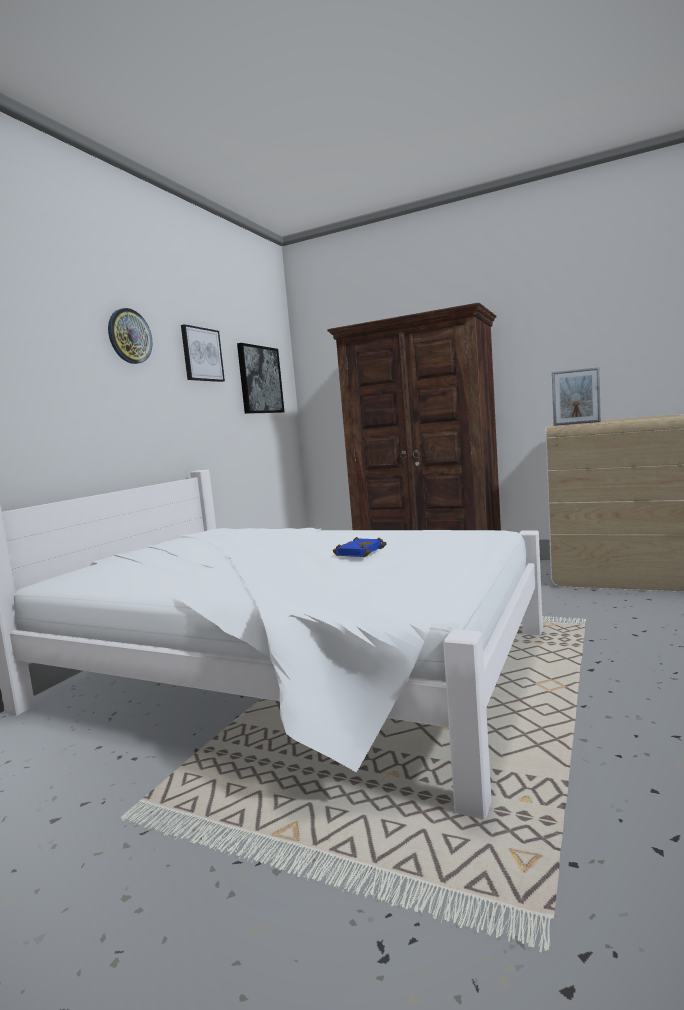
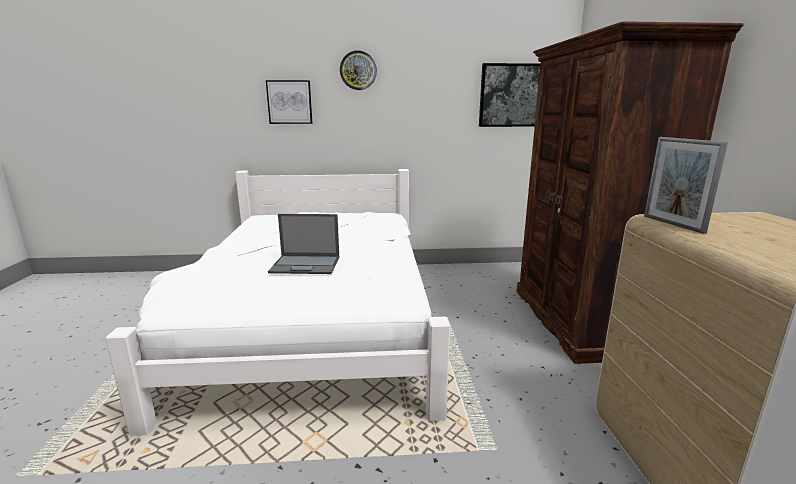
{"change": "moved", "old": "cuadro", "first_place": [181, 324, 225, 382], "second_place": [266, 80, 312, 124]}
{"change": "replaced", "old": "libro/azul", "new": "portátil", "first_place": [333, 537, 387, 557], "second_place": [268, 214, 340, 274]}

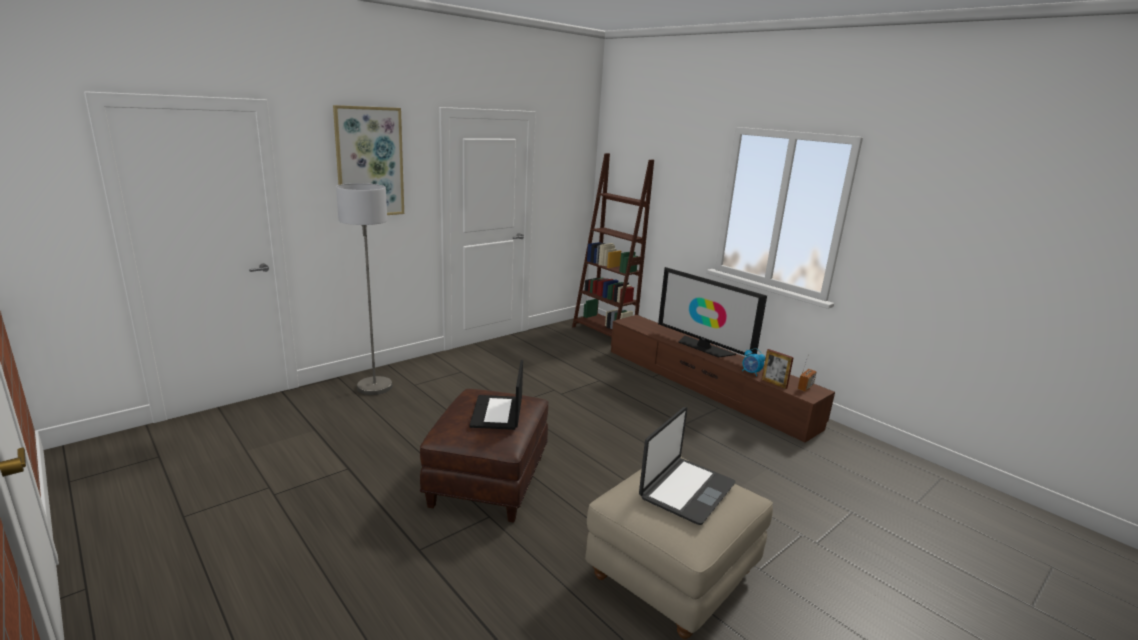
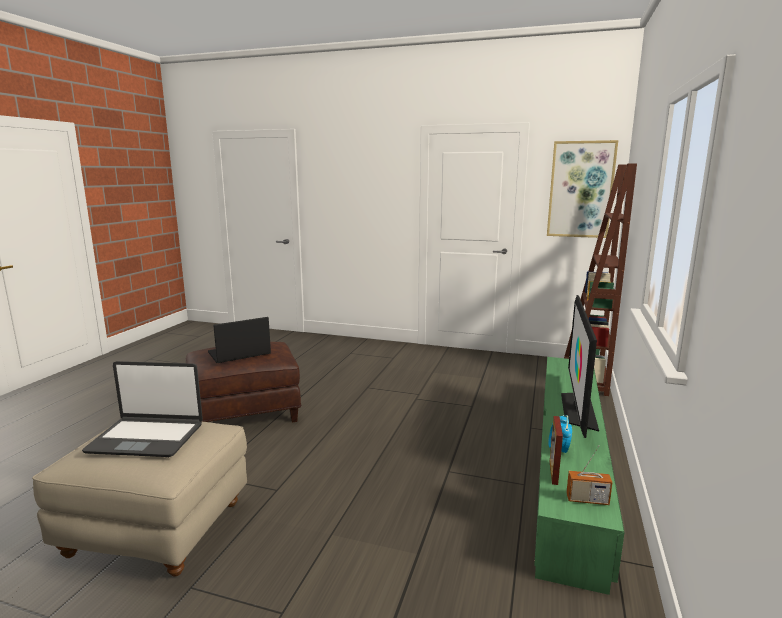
{"change": "recoloured", "old": "mueble de televisión/marrón", "new": "mueble de televisión/verde", "first_place": [611, 315, 835, 443], "second_place": [534, 357, 625, 595]}
{"change": "moved", "old": "cuadro", "first_place": [333, 105, 404, 215], "second_place": [547, 140, 618, 238]}
{"change": "removed", "old": "lámpara de pie/gris", "first_place": [336, 183, 392, 395]}

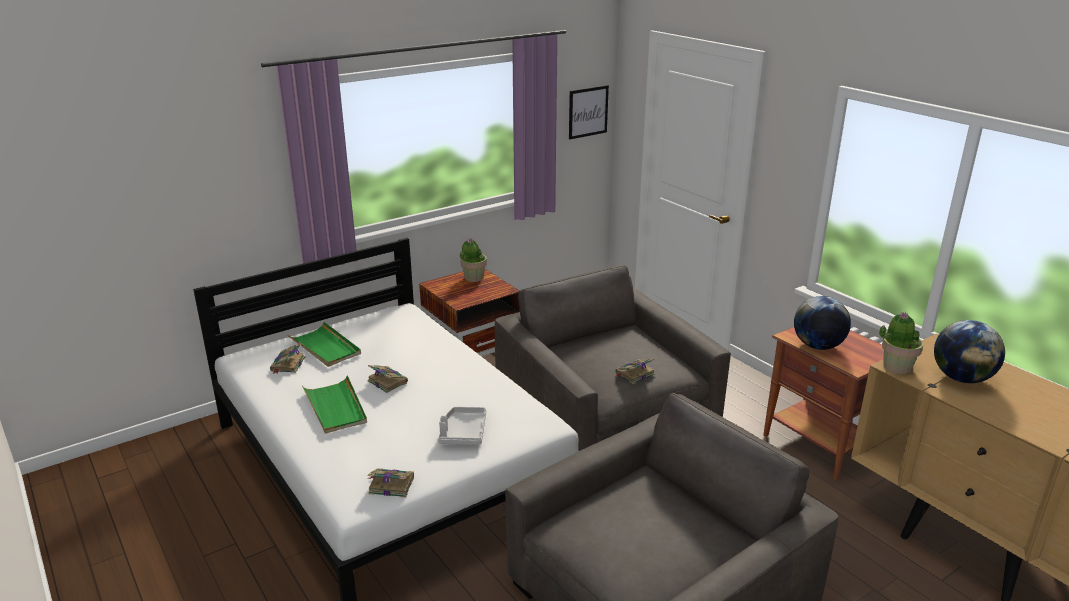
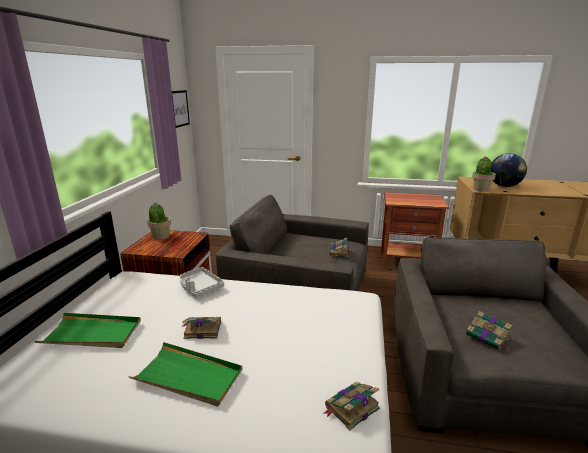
{"change": "moved", "old": "bandeja/gris", "first_place": [438, 407, 486, 445], "second_place": [180, 267, 224, 297]}
{"change": "moved", "old": "libro", "first_place": [270, 343, 306, 374], "second_place": [466, 311, 512, 350]}
{"change": "removed", "old": "globo terráqueo", "first_place": [794, 296, 851, 350]}

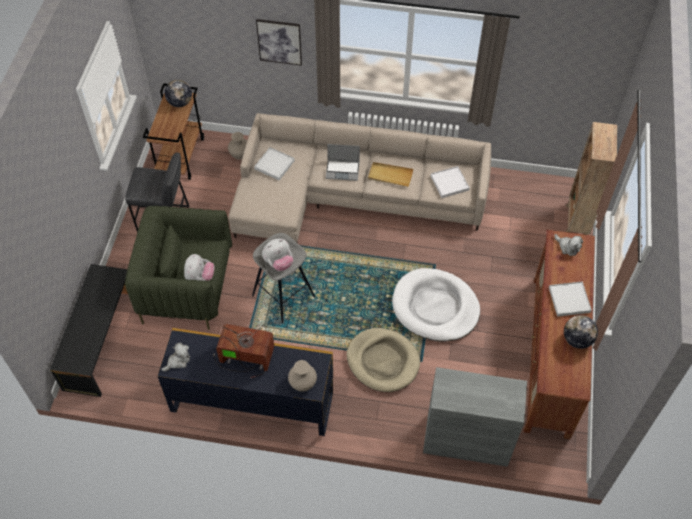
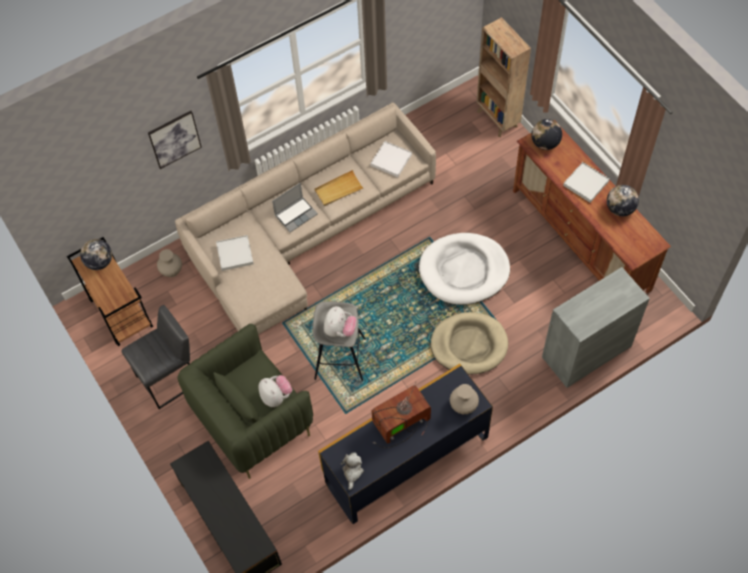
{"change": "replaced", "old": "peluche", "new": "globo terráqueo", "first_place": [554, 234, 583, 256], "second_place": [531, 119, 562, 150]}

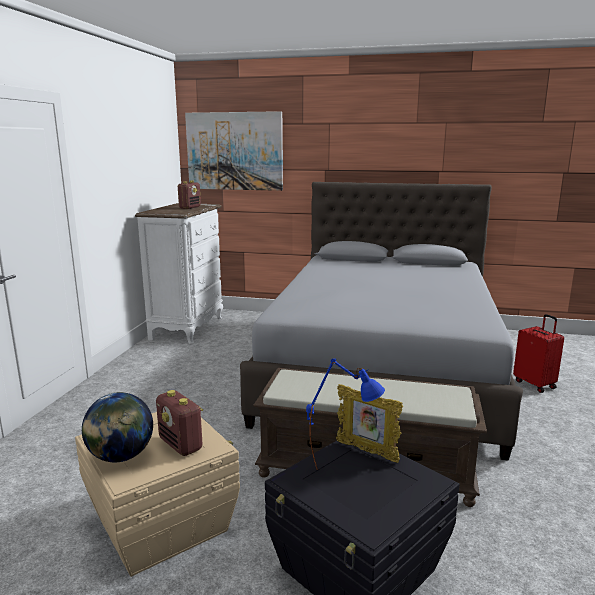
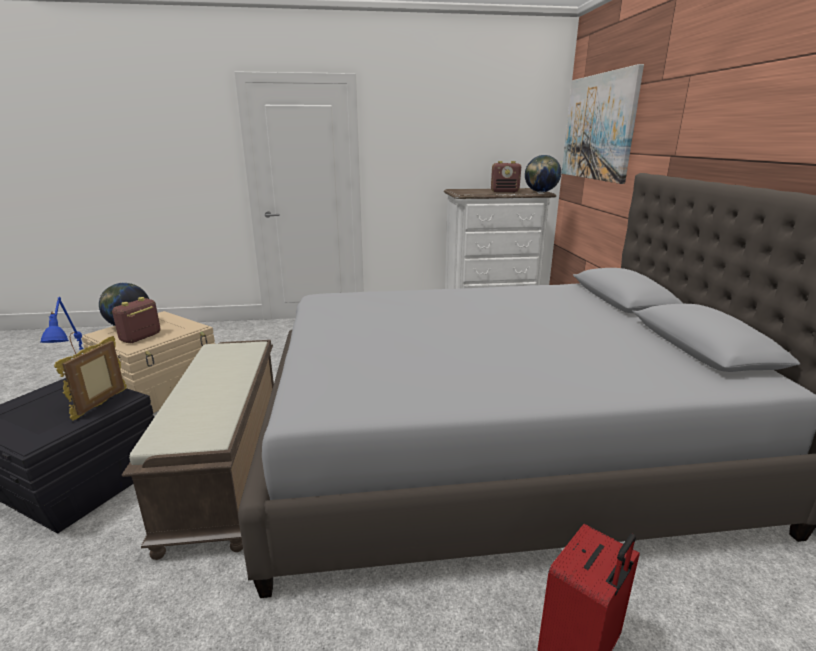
{"change": "added", "new": "globo terráqueo", "second_place": [525, 155, 561, 193]}

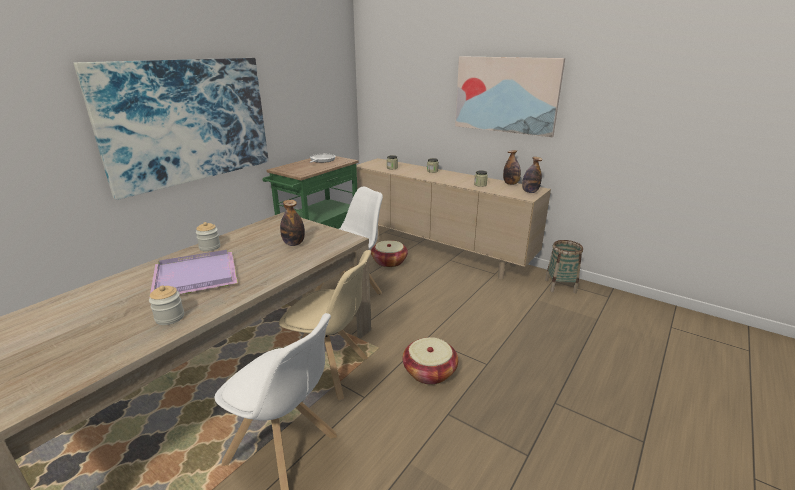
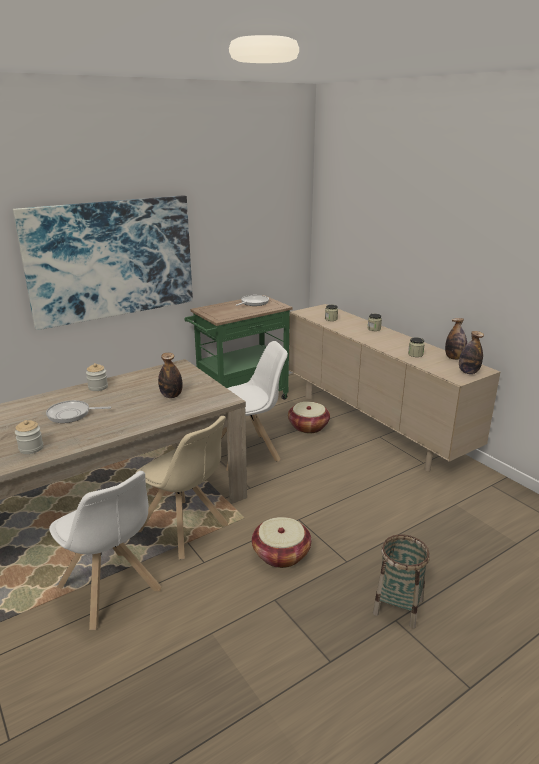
{"change": "replaced", "old": "bandeja/morado", "new": "sartén", "first_place": [150, 250, 238, 294], "second_place": [46, 400, 111, 423]}
{"change": "moved", "old": "cesta", "first_place": [545, 240, 583, 293], "second_place": [373, 534, 430, 628]}
{"change": "removed", "old": "cuadro", "first_place": [455, 56, 565, 137]}

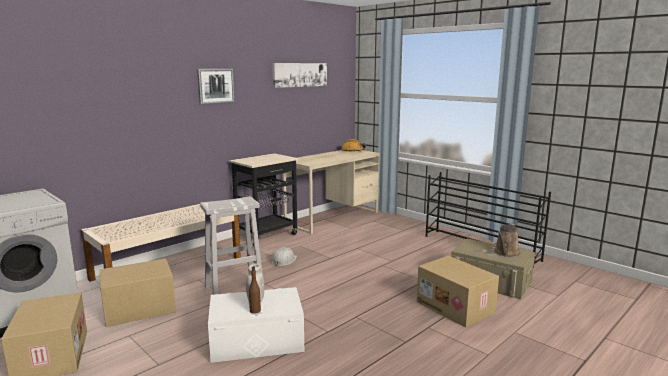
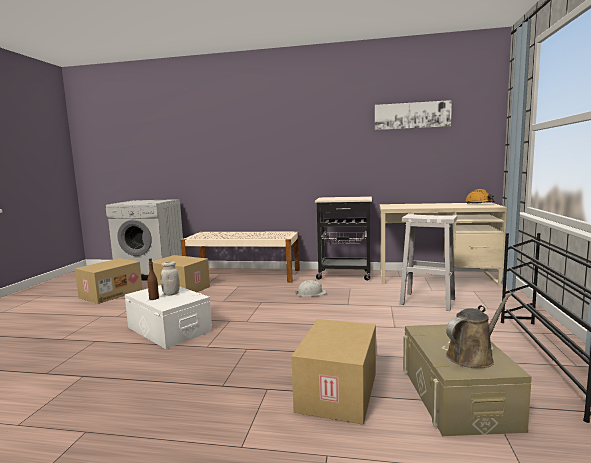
{"change": "moved", "old": "taburete/blanco", "first_place": [200, 196, 263, 295], "second_place": [400, 214, 457, 311]}
{"change": "turned", "old": "regadera/marrón", "first_place": [494, 223, 520, 257], "second_place": [446, 293, 512, 368], "degrees": 150}
{"change": "removed", "old": "cuadro", "first_place": [197, 69, 235, 105]}

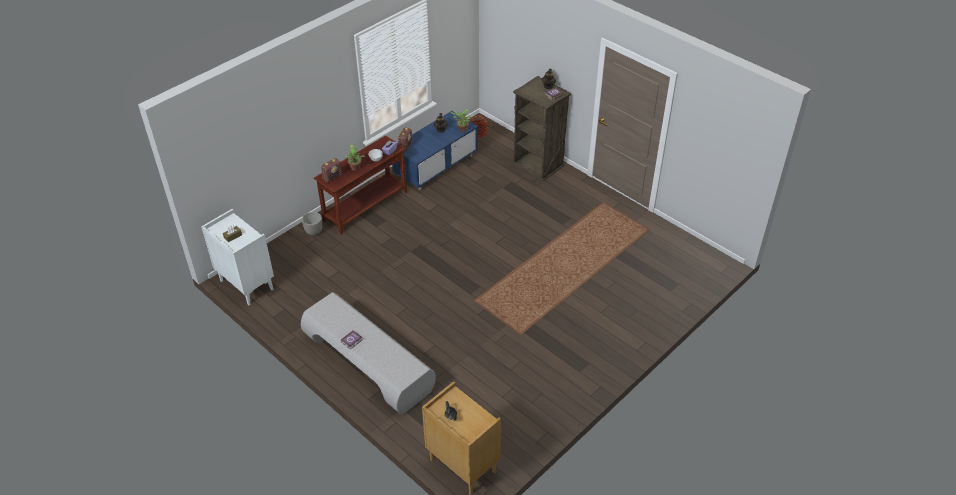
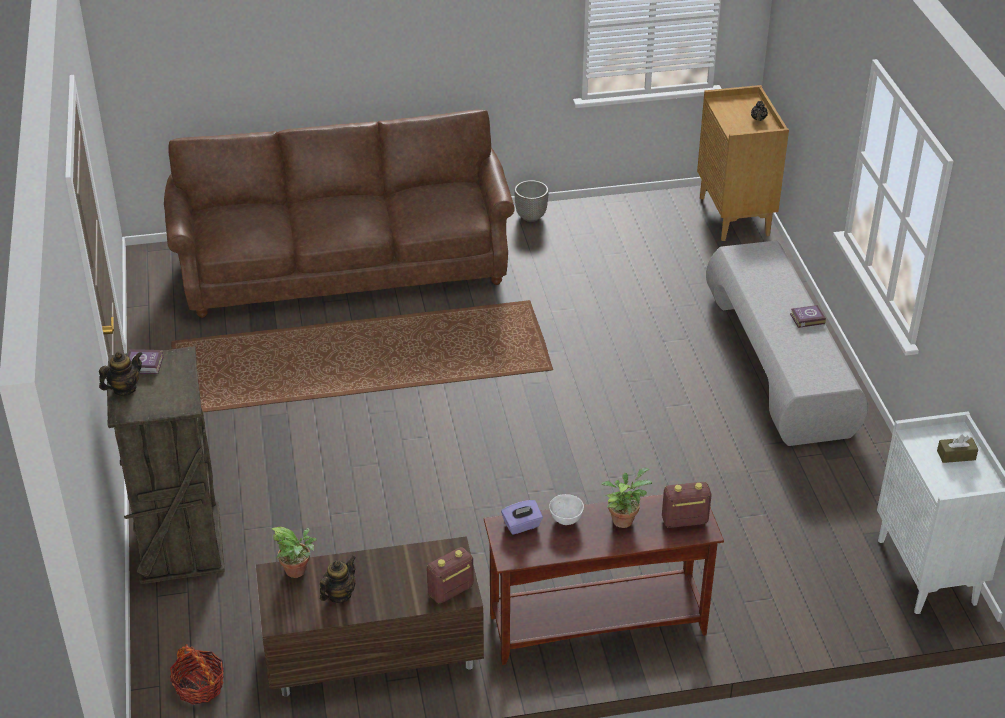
{"change": "added", "new": "sofá/marrón", "second_place": [164, 109, 515, 318]}
{"change": "recoloured", "old": "mueble de televisión/azul", "new": "mueble de televisión/marrón", "first_place": [392, 111, 478, 190], "second_place": [256, 536, 484, 696]}
{"change": "moved", "old": "maceta", "first_place": [302, 212, 322, 236], "second_place": [514, 180, 549, 222]}

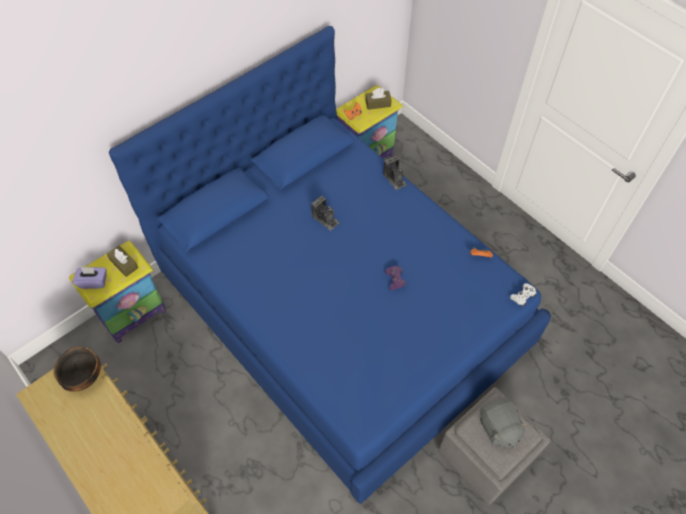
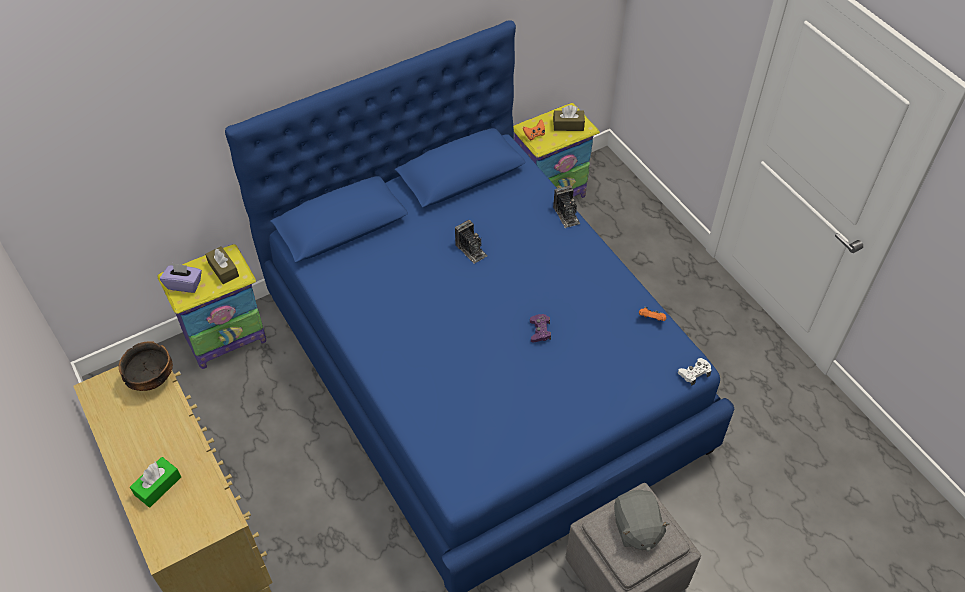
{"change": "added", "new": "caja de pañuelos/verde", "second_place": [130, 457, 181, 508]}

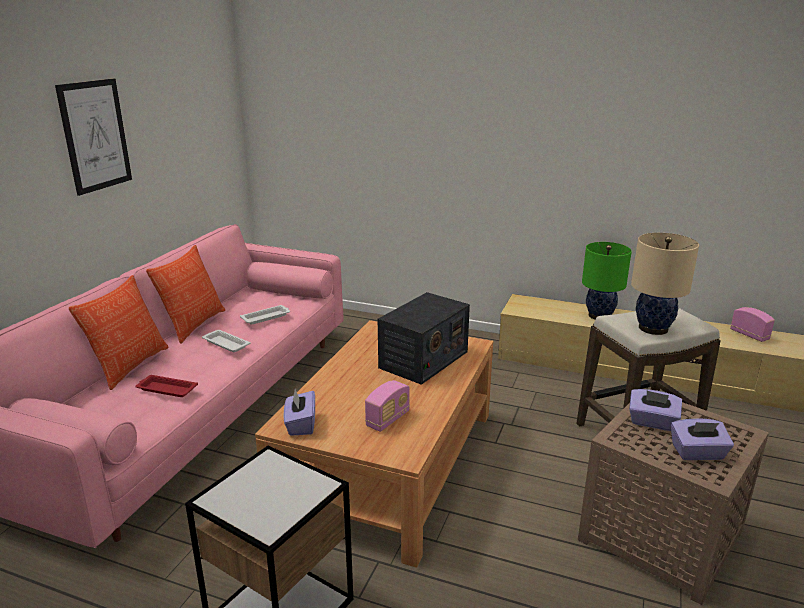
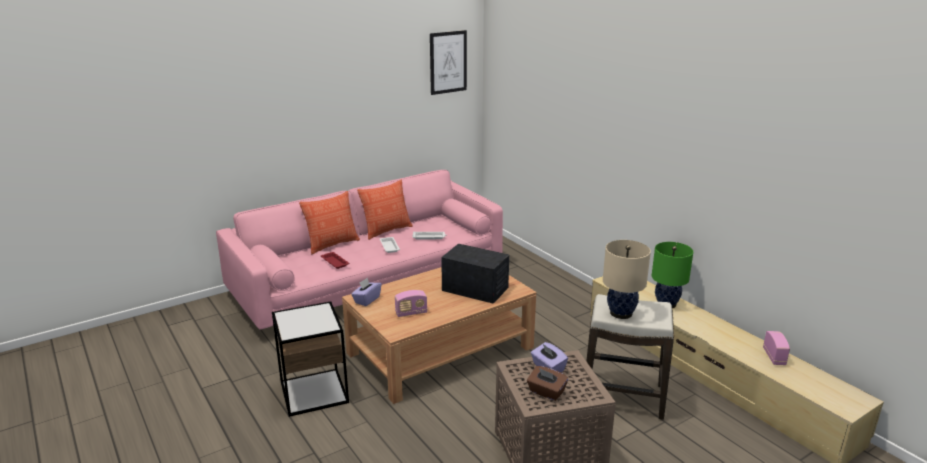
{"change": "moved", "old": "cuadro", "first_place": [55, 79, 132, 196], "second_place": [430, 30, 467, 95]}
{"change": "turned", "old": "radio", "first_place": [378, 292, 470, 385], "second_place": [441, 244, 509, 304], "degrees": -135}
{"change": "recoloured", "old": "caja de pañuelos/morado", "new": "caja de pañuelos/marrón", "first_place": [671, 418, 734, 460], "second_place": [527, 366, 568, 401]}

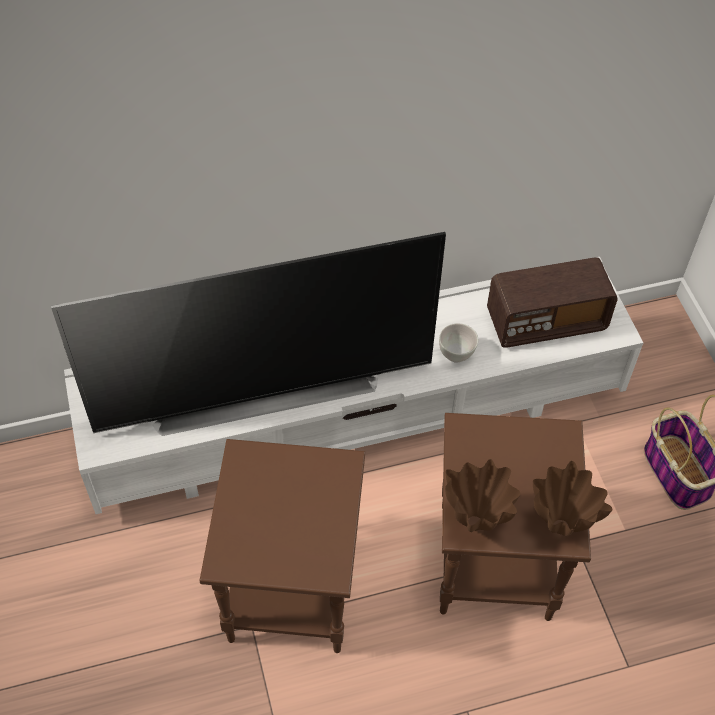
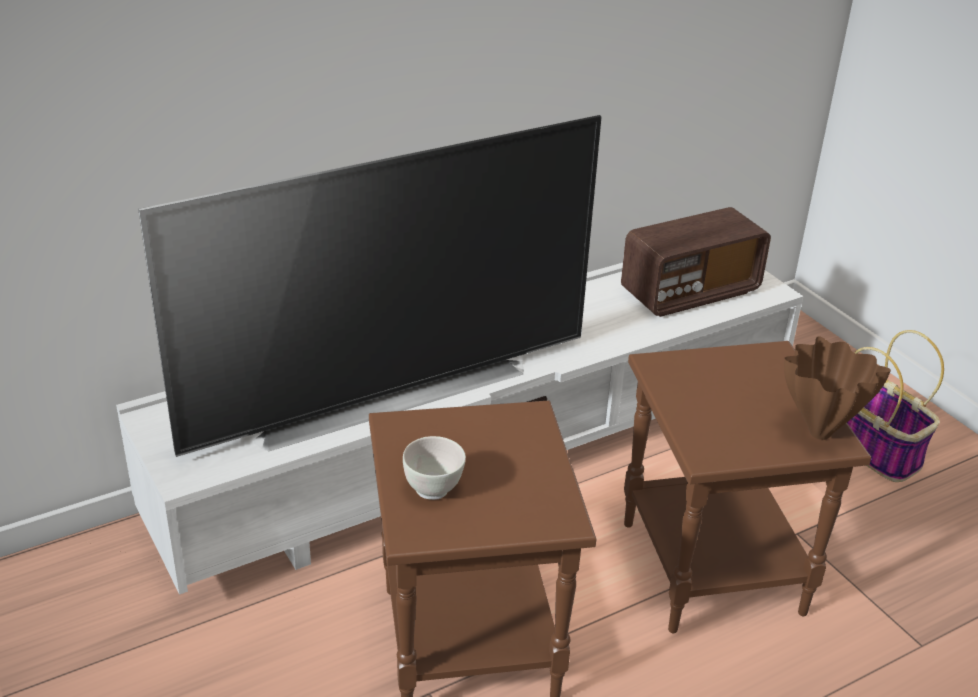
{"change": "moved", "old": "cuenco/blanco", "first_place": [439, 323, 478, 363], "second_place": [403, 436, 466, 500]}
{"change": "removed", "old": "florero/marrón", "first_place": [445, 459, 521, 532]}

